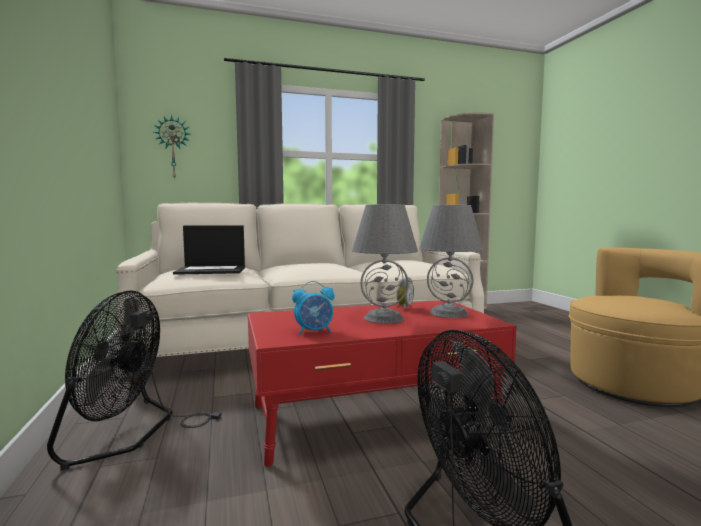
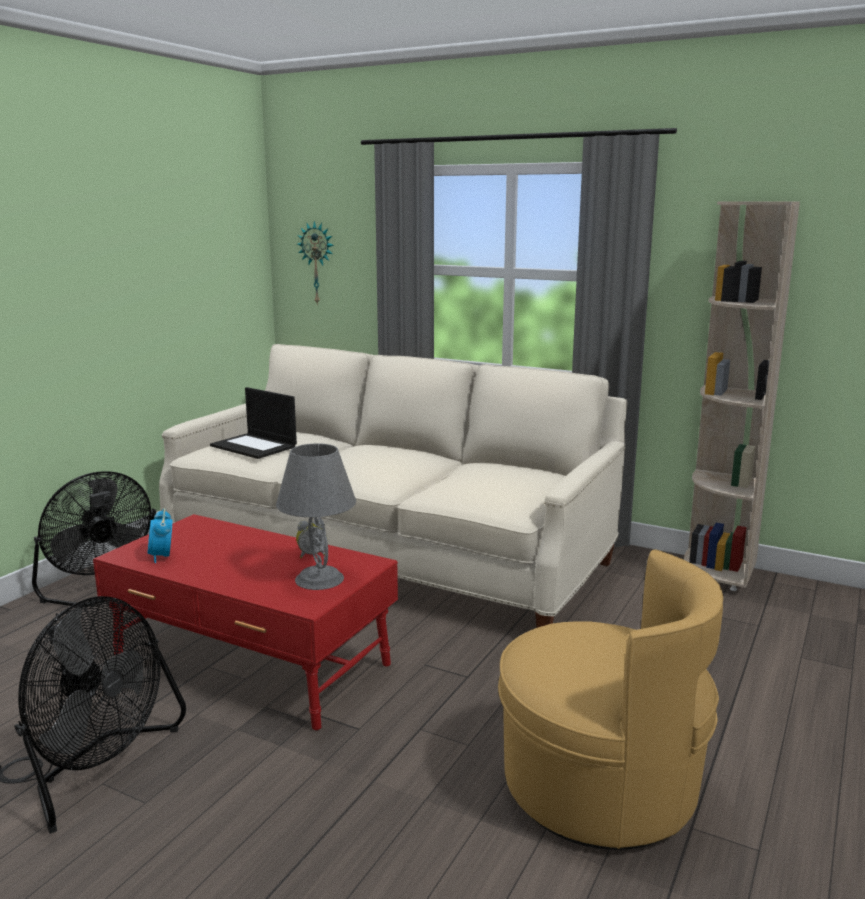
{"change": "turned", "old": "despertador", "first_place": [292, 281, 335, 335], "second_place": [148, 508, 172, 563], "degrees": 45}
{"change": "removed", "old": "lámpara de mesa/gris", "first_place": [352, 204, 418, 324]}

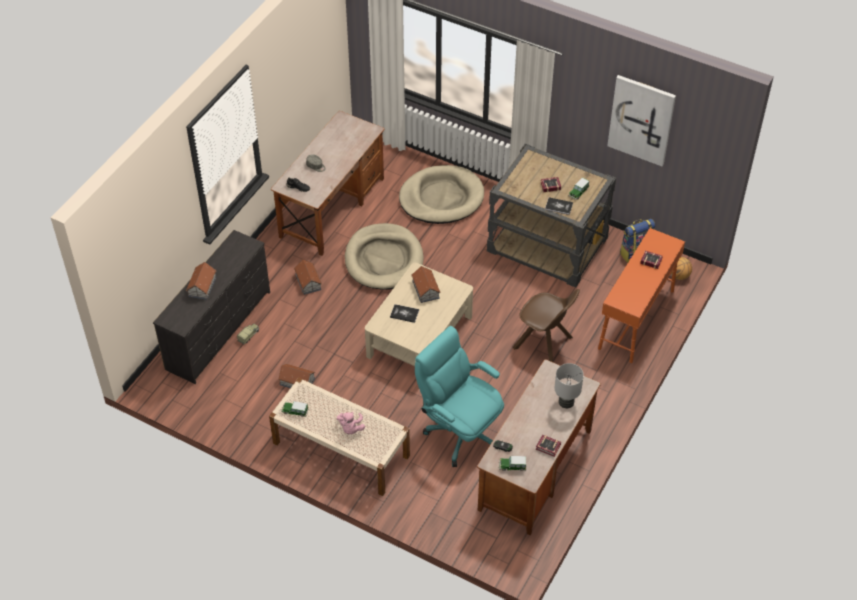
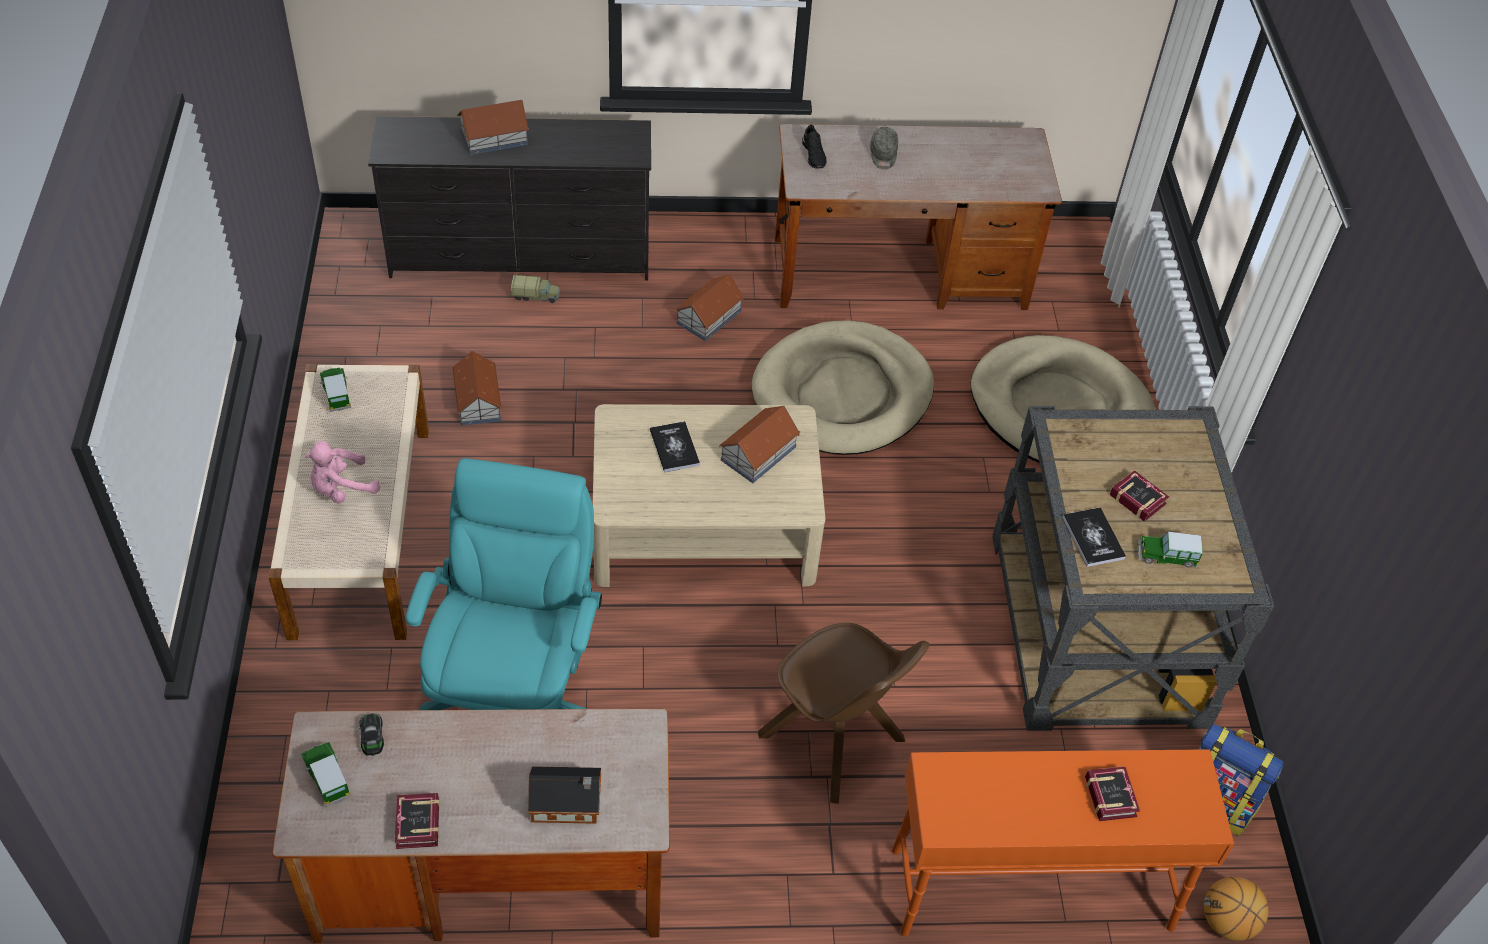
{"change": "replaced", "old": "lámpara de mesa/gris", "new": "casita", "first_place": [555, 363, 584, 408], "second_place": [528, 766, 601, 823]}
{"change": "turned", "old": "silla/marrón", "first_place": [513, 289, 580, 362], "second_place": [758, 623, 930, 804], "degrees": -45}
{"change": "removed", "old": "cuadro", "first_place": [607, 75, 676, 166]}

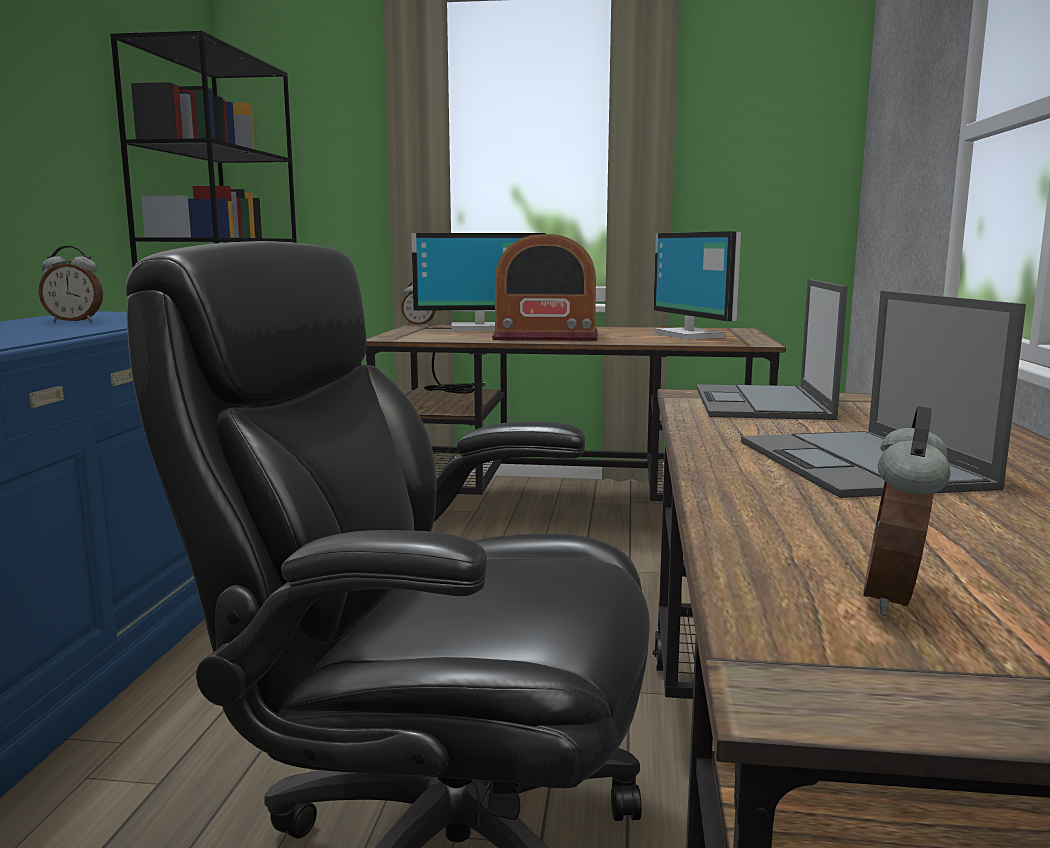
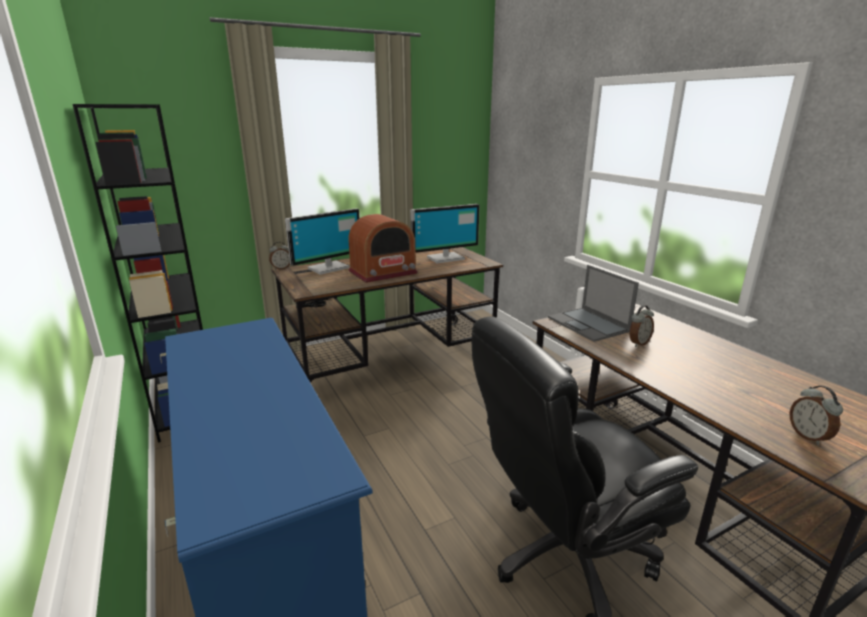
{"change": "turned", "old": "monitor", "first_place": [653, 231, 741, 339], "second_place": [410, 204, 480, 263], "degrees": -60}
{"change": "moved", "old": "despertador", "first_place": [39, 246, 103, 322], "second_place": [630, 305, 654, 347]}
{"change": "removed", "old": "portátil", "first_place": [741, 291, 1026, 498]}

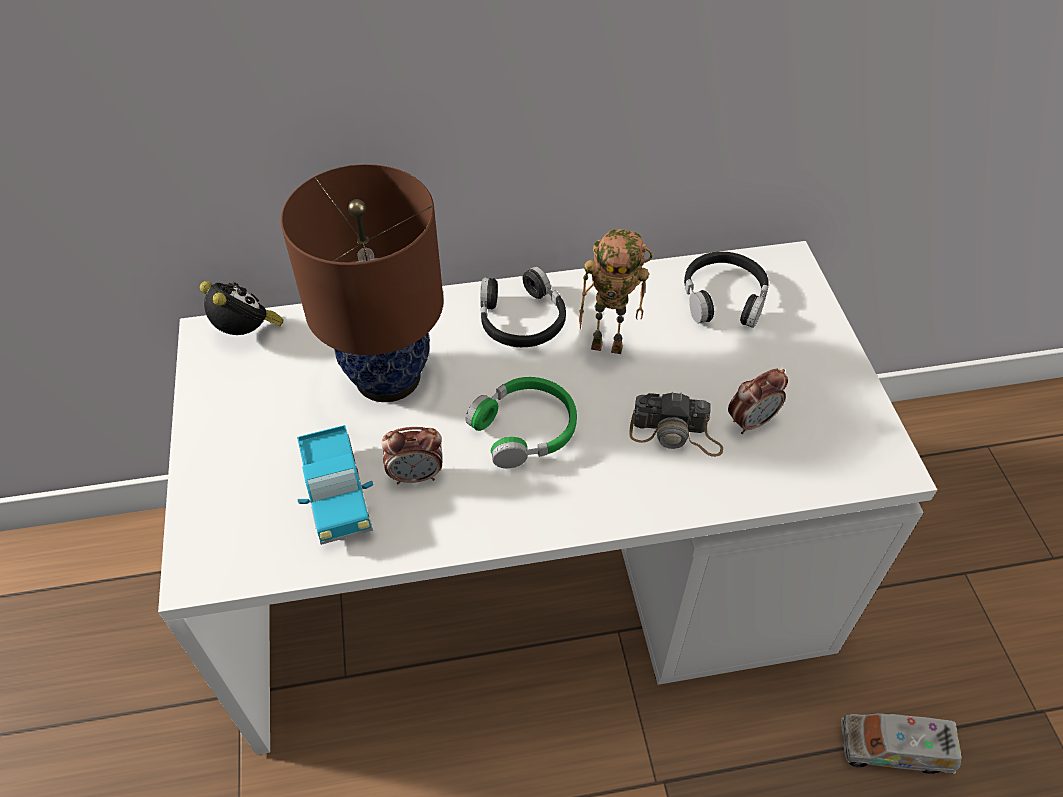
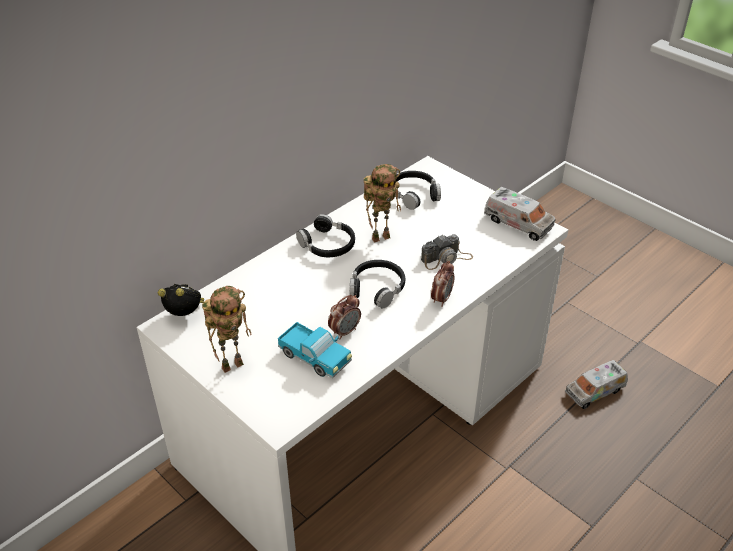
{"change": "added", "new": "robot de juguete", "second_place": [202, 286, 252, 373]}
{"change": "recoloured", "old": "auriculares/verde", "new": "auriculares/negro", "first_place": [466, 377, 577, 468], "second_place": [349, 260, 405, 308]}
{"change": "moved", "old": "despertador", "first_place": [728, 368, 788, 434], "second_place": [431, 261, 455, 306]}
{"change": "added", "new": "camión de juguete", "second_place": [484, 187, 556, 241]}
{"change": "removed", "old": "lámpara de mesa/marrón", "first_place": [281, 164, 444, 402]}

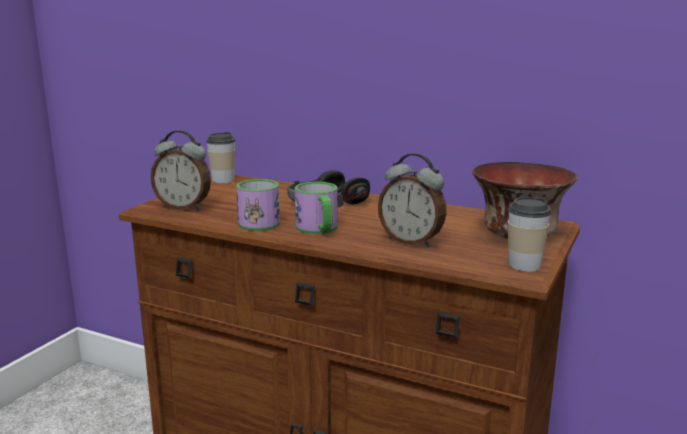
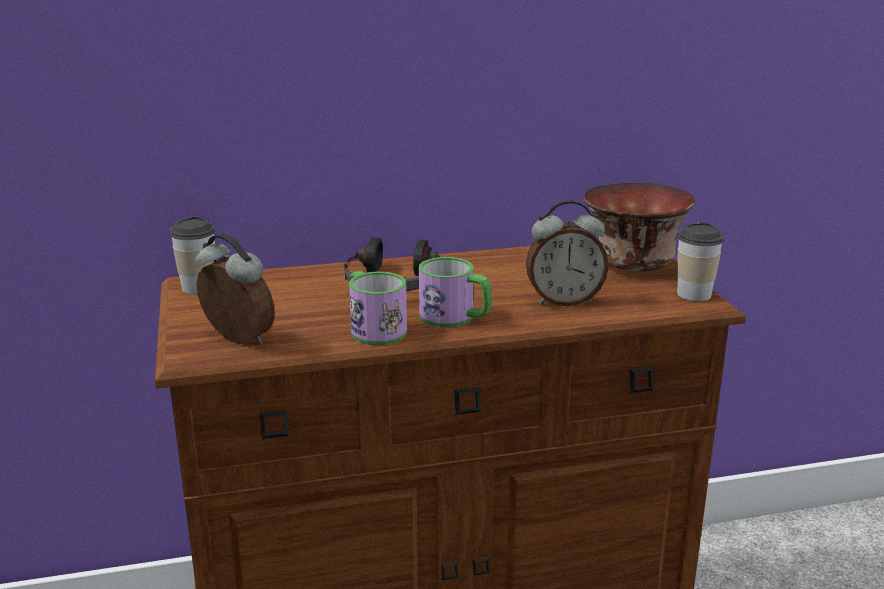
{"change": "turned", "old": "despertador", "first_place": [150, 130, 211, 210], "second_place": [195, 233, 275, 345], "degrees": -120}

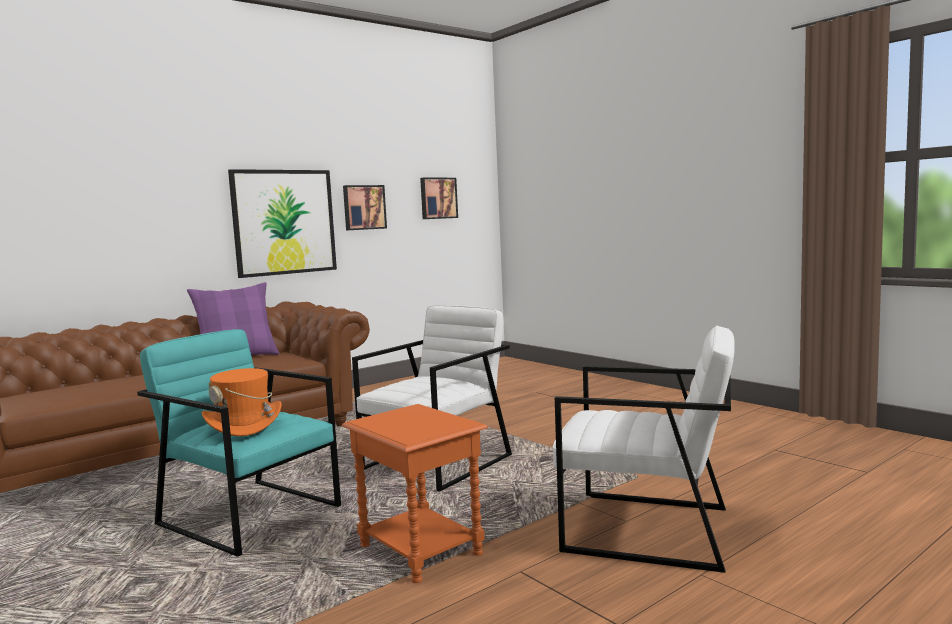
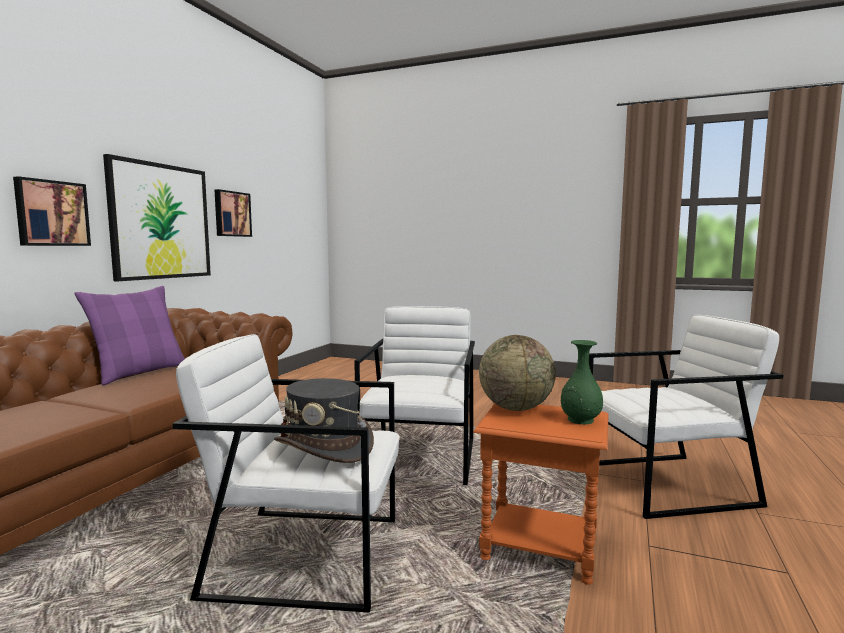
{"change": "moved", "old": "cuadro", "first_place": [420, 178, 458, 219], "second_place": [13, 176, 91, 246]}
{"change": "recoloured", "old": "sillón/turquesa", "new": "sillón/blanco", "first_place": [137, 329, 341, 557], "second_place": [173, 334, 399, 613]}
{"change": "recoloured", "old": "sombrero/naranja", "new": "sombrero/gris", "first_place": [202, 368, 282, 436], "second_place": [274, 378, 374, 463]}
{"change": "added", "new": "globo terráqueo", "second_place": [479, 335, 556, 411]}
{"change": "added", "new": "florero/verde", "second_place": [561, 340, 603, 425]}

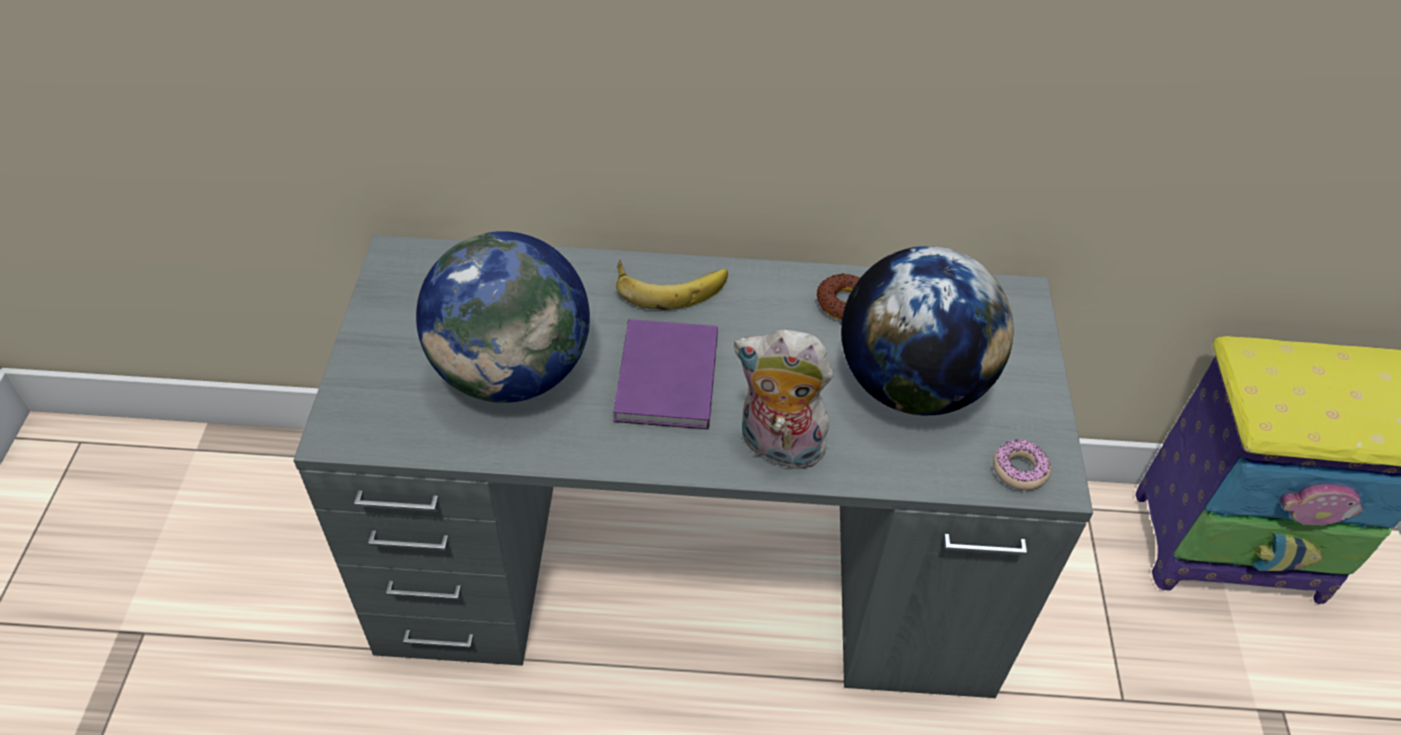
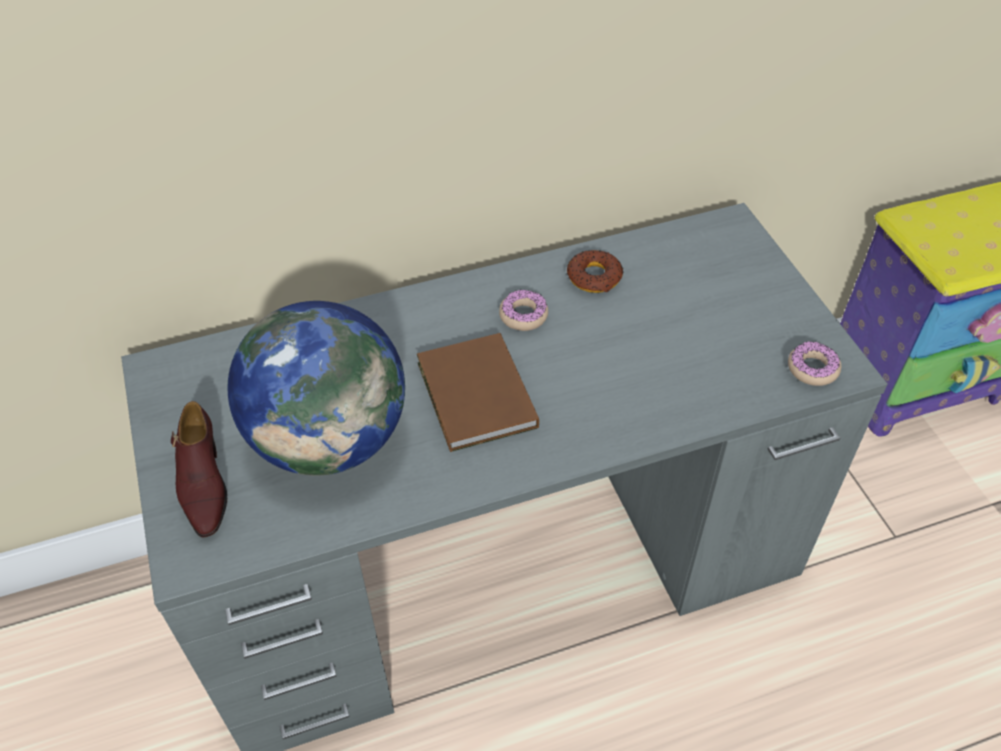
{"change": "added", "new": "zapato/marrón", "second_place": [171, 401, 227, 538]}
{"change": "recoloured", "old": "libro/morado", "new": "libro/marrón", "first_place": [613, 319, 718, 429], "second_place": [417, 333, 539, 452]}
{"change": "added", "new": "rosquilla", "second_place": [499, 290, 548, 331]}
{"change": "removed", "old": "plátano", "first_place": [616, 260, 728, 310]}
{"change": "removed", "old": "peluche", "first_place": [734, 329, 835, 469]}
{"change": "removed", "old": "globo terráqueo", "first_place": [841, 246, 1014, 416]}

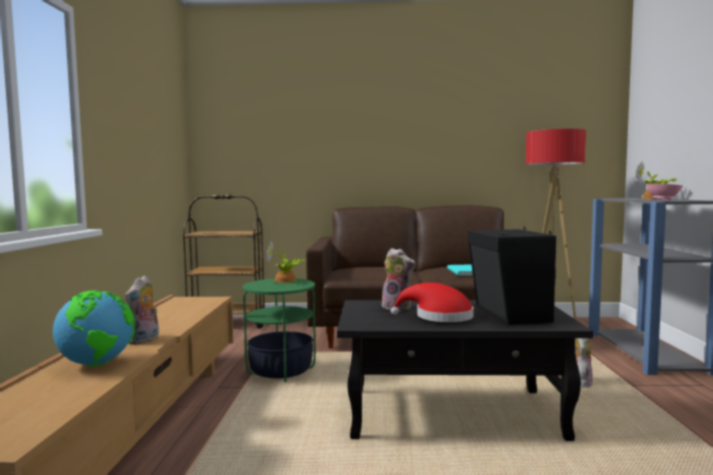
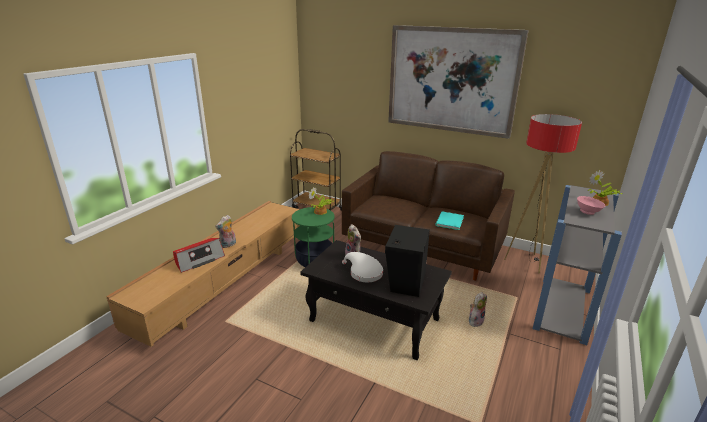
{"change": "replaced", "old": "globo terráqueo", "new": "radio", "first_place": [53, 290, 135, 367], "second_place": [173, 238, 225, 273]}
{"change": "recoloured", "old": "sombrero/rojo", "new": "sombrero/blanco", "first_place": [391, 283, 474, 322], "second_place": [342, 252, 383, 282]}
{"change": "added", "new": "cuadro", "second_place": [388, 25, 528, 139]}

